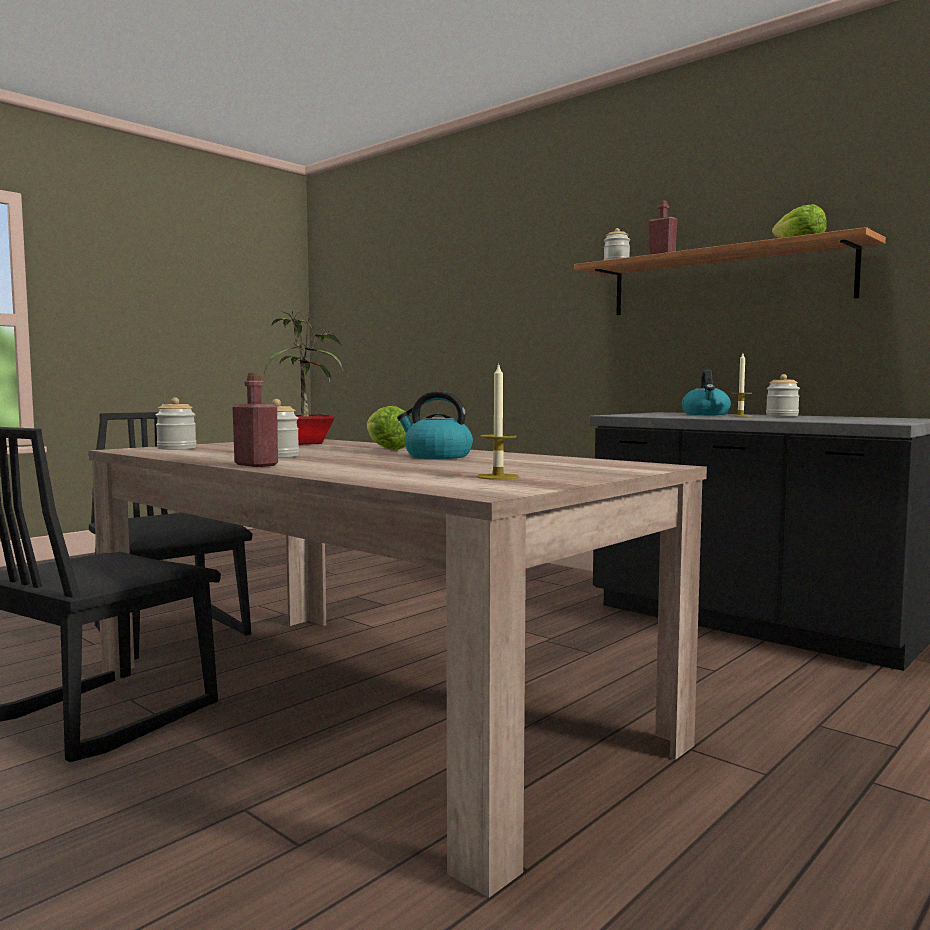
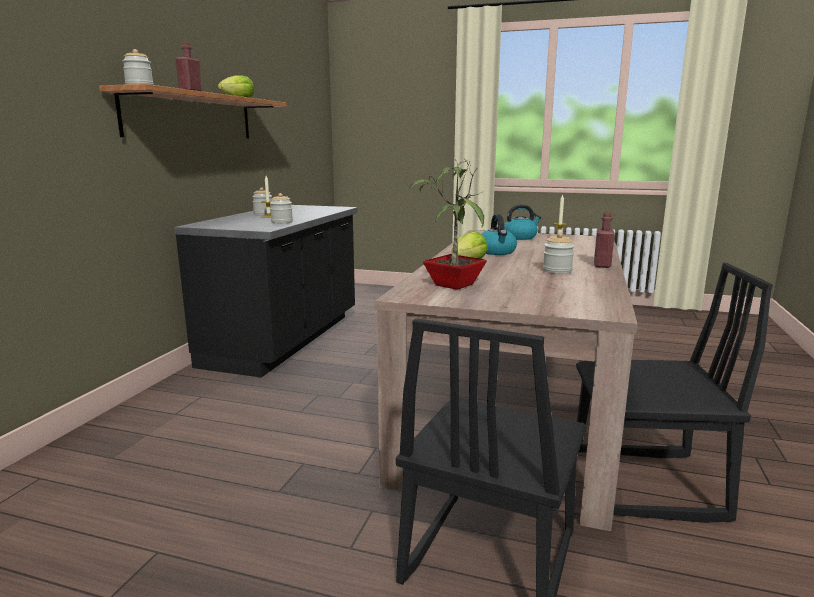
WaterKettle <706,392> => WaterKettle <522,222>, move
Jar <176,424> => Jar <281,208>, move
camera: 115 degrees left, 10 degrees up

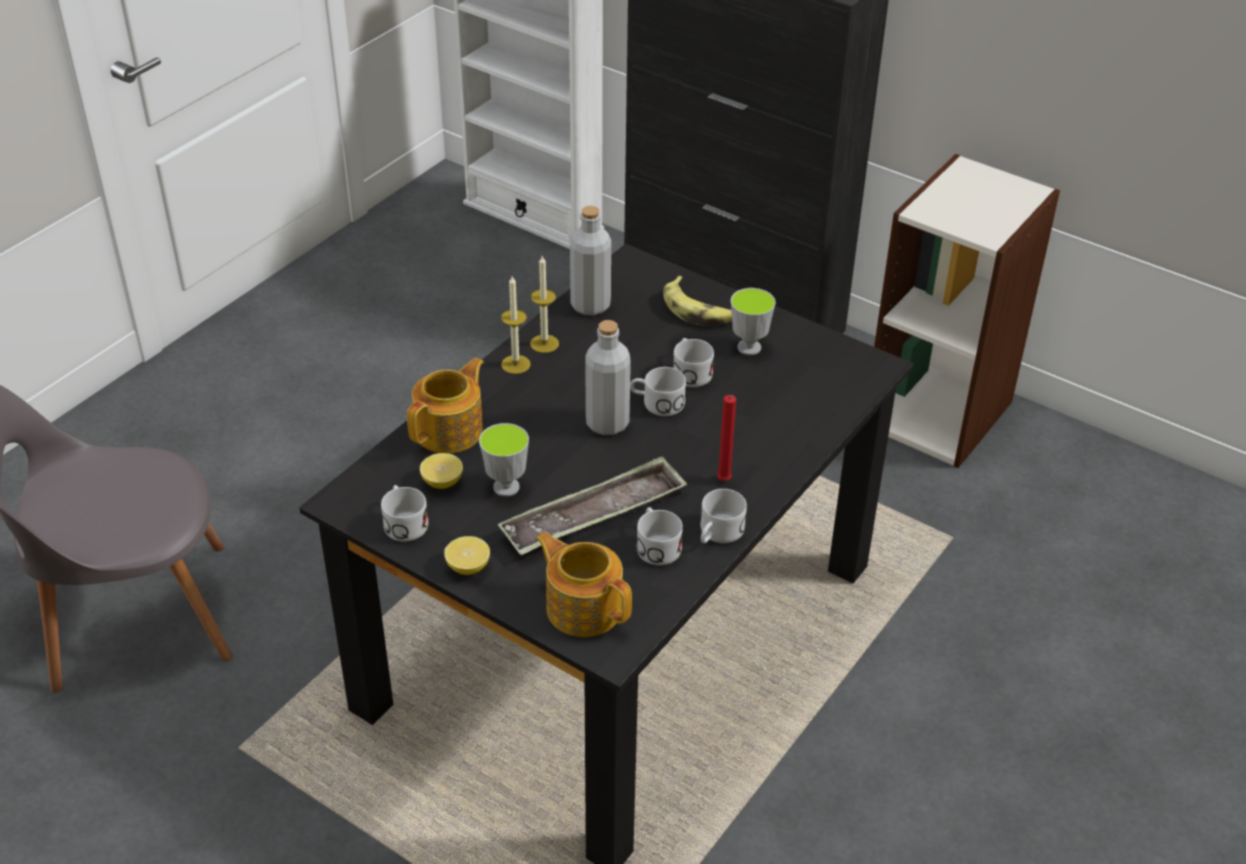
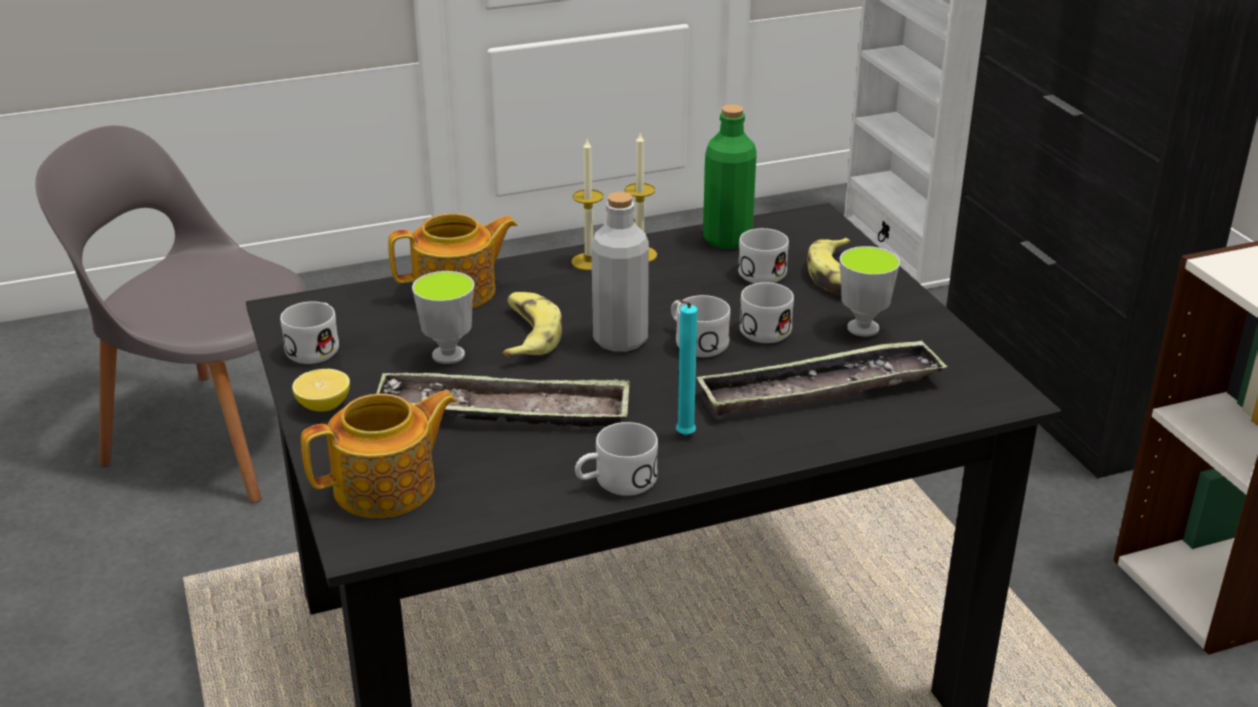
GrayBottle <590,261> => GreenBottle <730,176>
ReddishWaxCandle <726,438> => TurquoiseWaxCandle <687,367>
Lemon <441,471> => nothing
WhiteColouredMug <660,536> => WhiteColouredMug <763,255>, move
TeaPot <583,584> => TeaPot <379,454>, 75 degrees clockwise
nothing => Banana <532,325>
nothing => CarryingTray <822,377>
camera: 35 degrees right, 10 degrees down

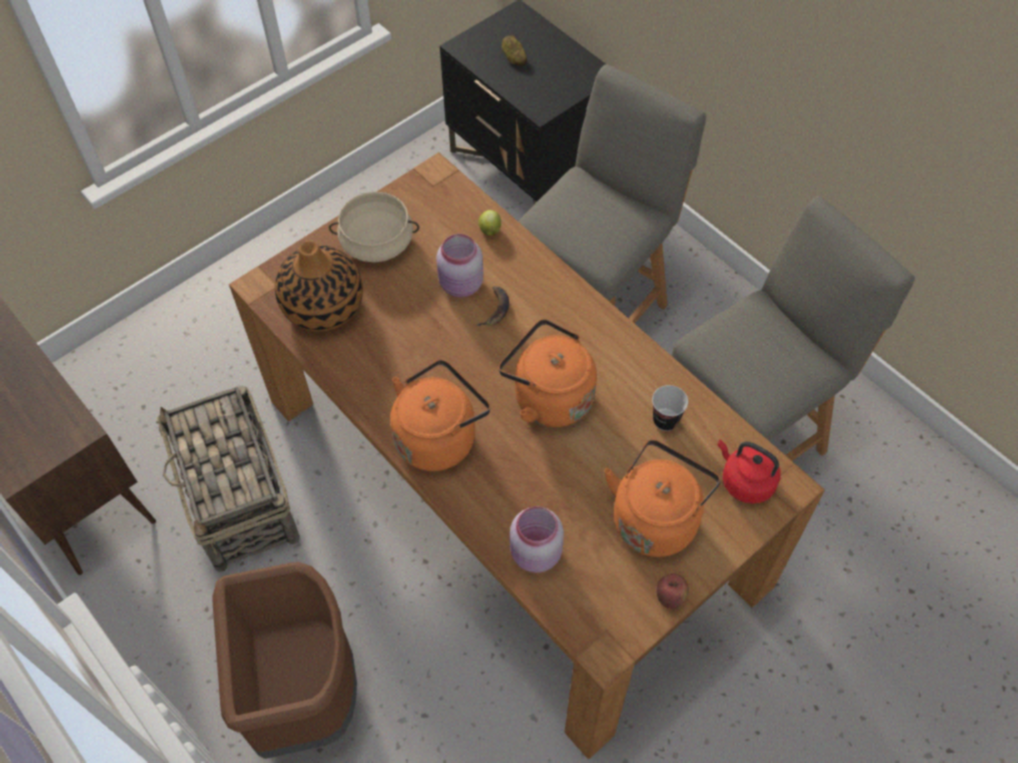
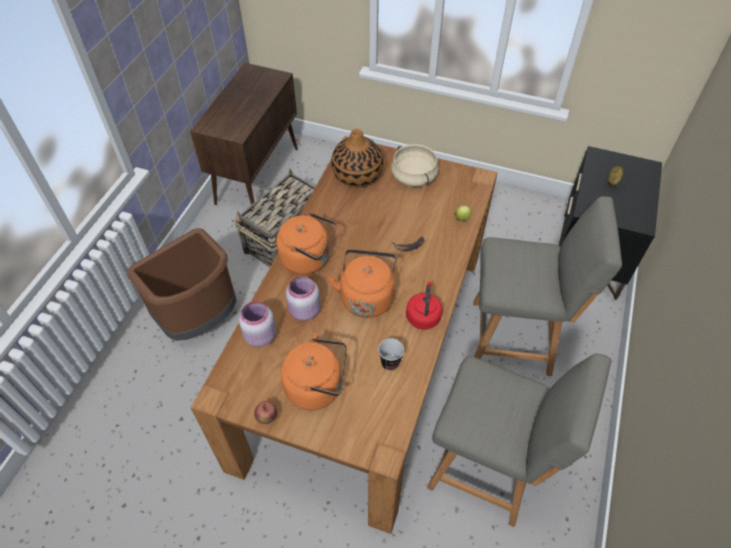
PinkishJar <459,265> => PinkishJar <303,298>, move
ReddishWaterKettle <749,472> => ReddishWaterKettle <424,306>, move
camera: 60 degrees right, 5 degrees down

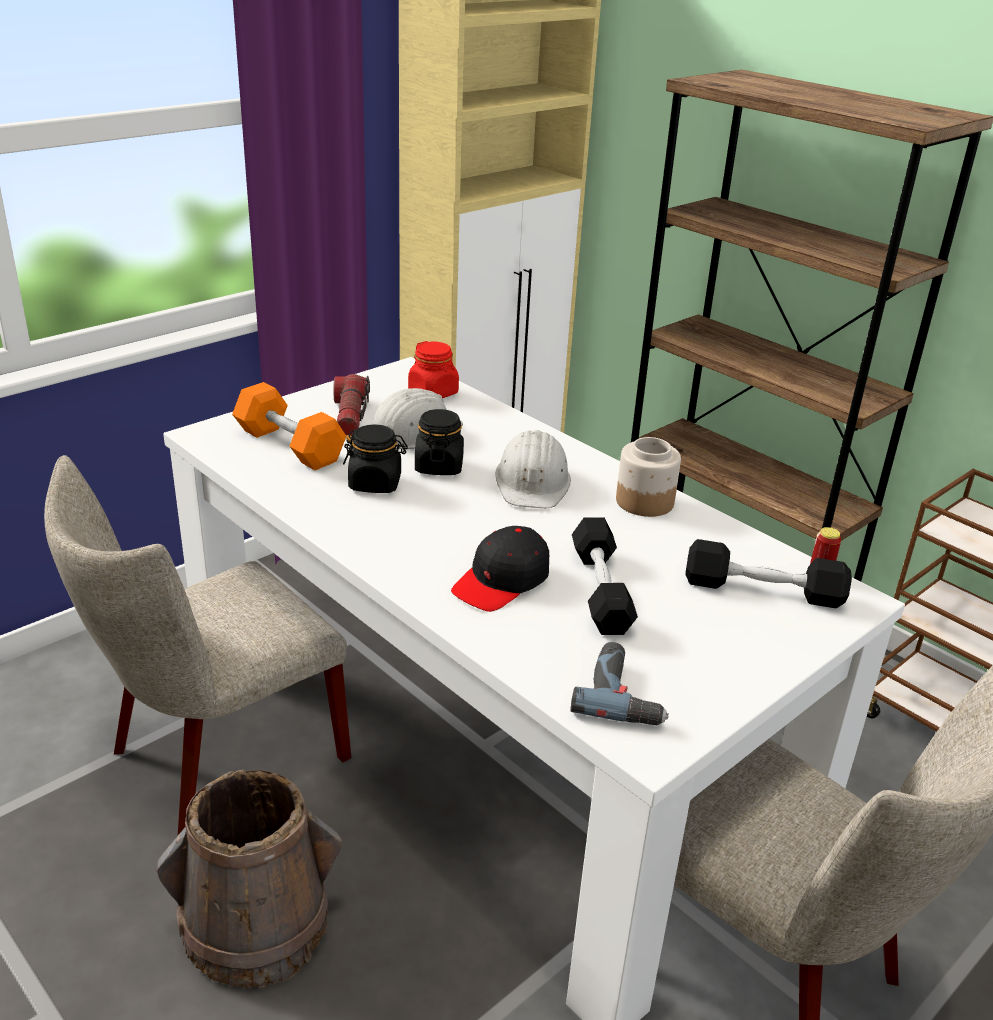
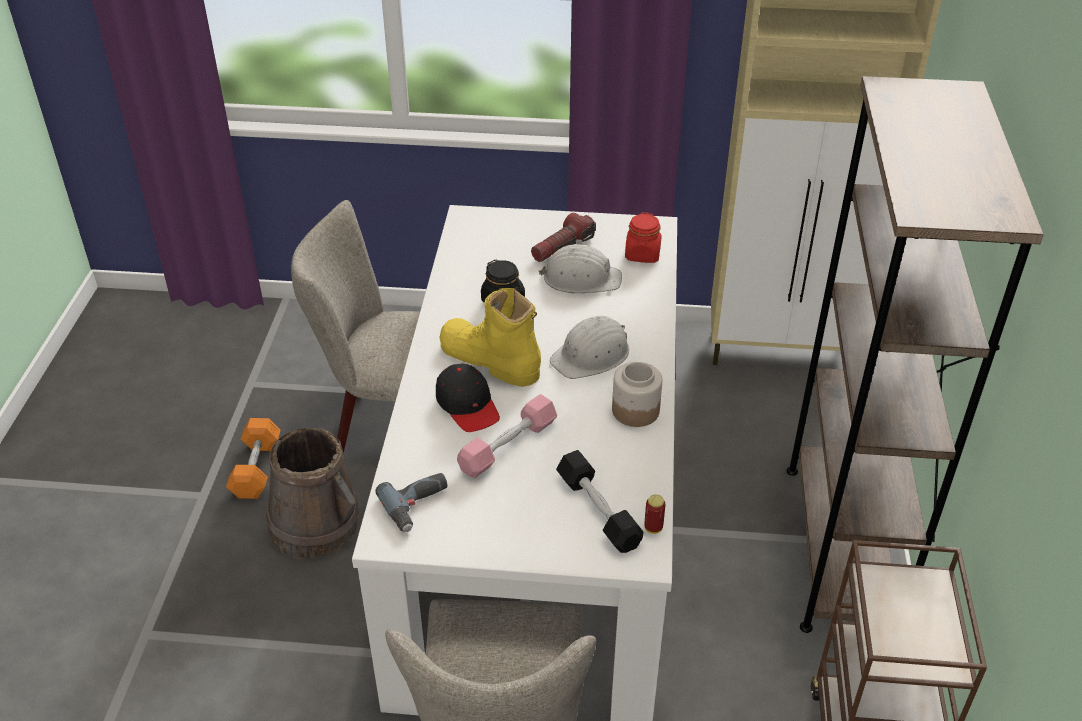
OrangeyFreeWeight <289,426> => OrangeyFreeWeight <253,458>, move
BlackishJar <439,442> => nothing
BlackishFreeWeight <605,576> => PinkishFreeWeight <507,436>
BlackishBaseballCap <500,569> => BlackishBaseballCap <468,397>, 120 degrees counterclockwise
nothing => YellowHighTopBoot <490,337>
camera: 50 degrees right, 10 degrees up

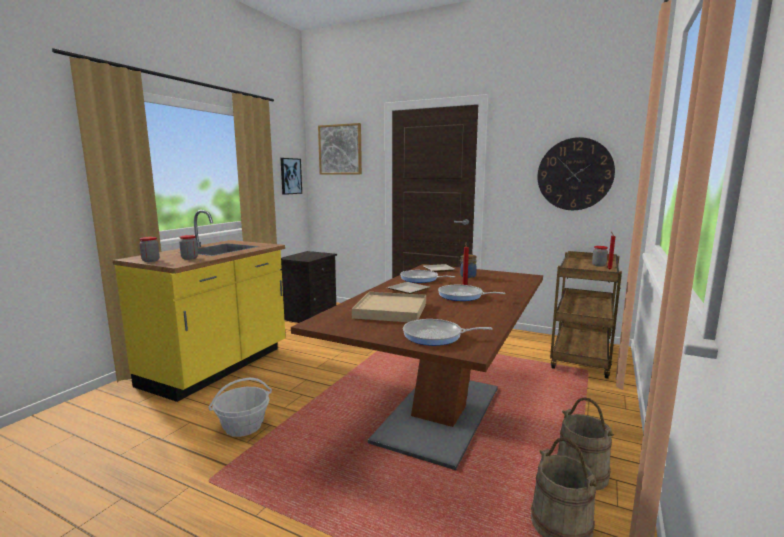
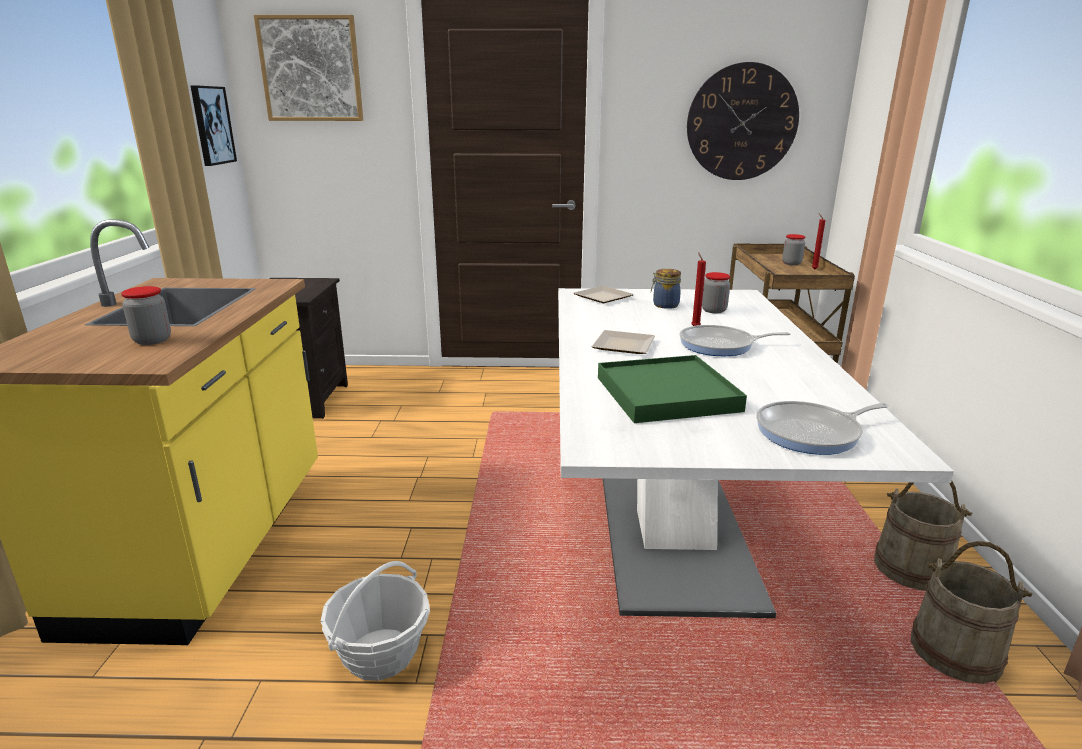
Jar <149,249> => Jar <716,292>, move
BrownKitchenTable <417,367> => WhiteColouredKitchenTable <756,453>
Pan <427,276> => nothing
SandColouredCarryingTray <389,307> => GreenCarryingTray <672,389>
camera: 25 degrees left, 10 degrees up

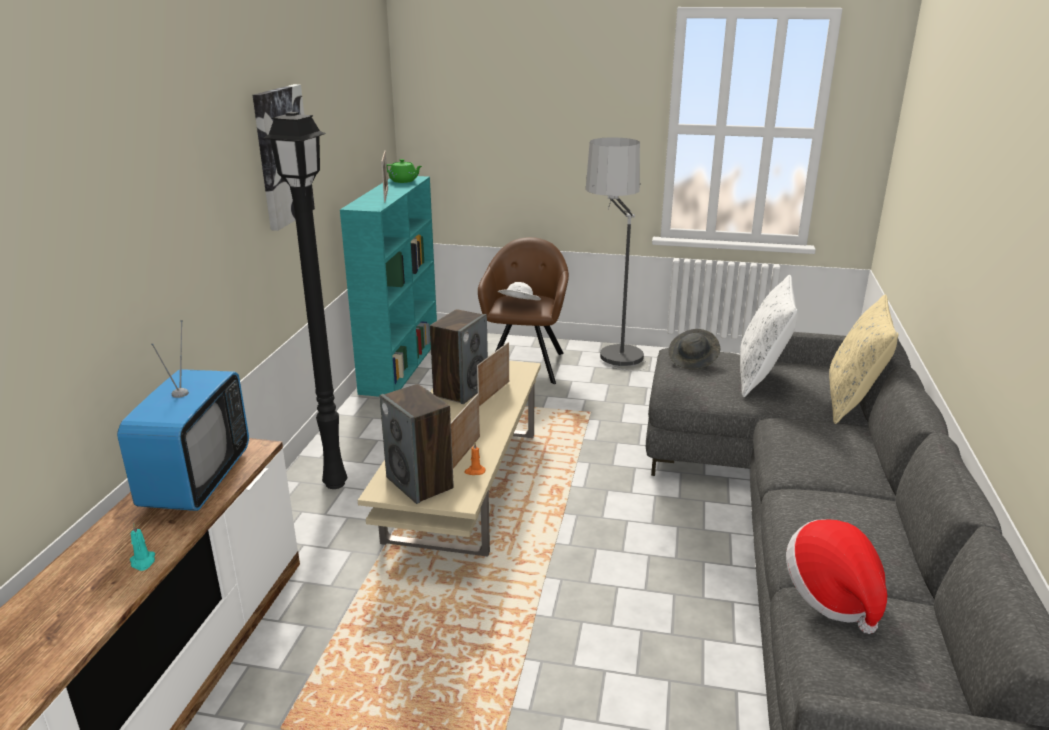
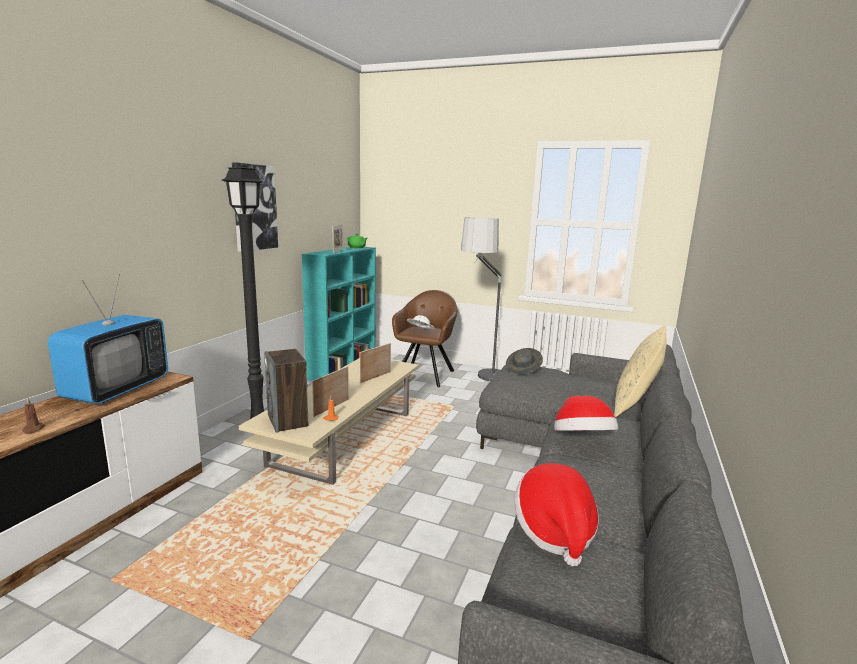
WhiteColouredCushion <768,336> => nothing
Speaker <459,356> => nothing
TurquoiseWaxCandle <142,547> => BrownWaxCandle <33,416>
nothing => ClothingHat <586,413>
camera: 10 degrees right, 10 degrees down

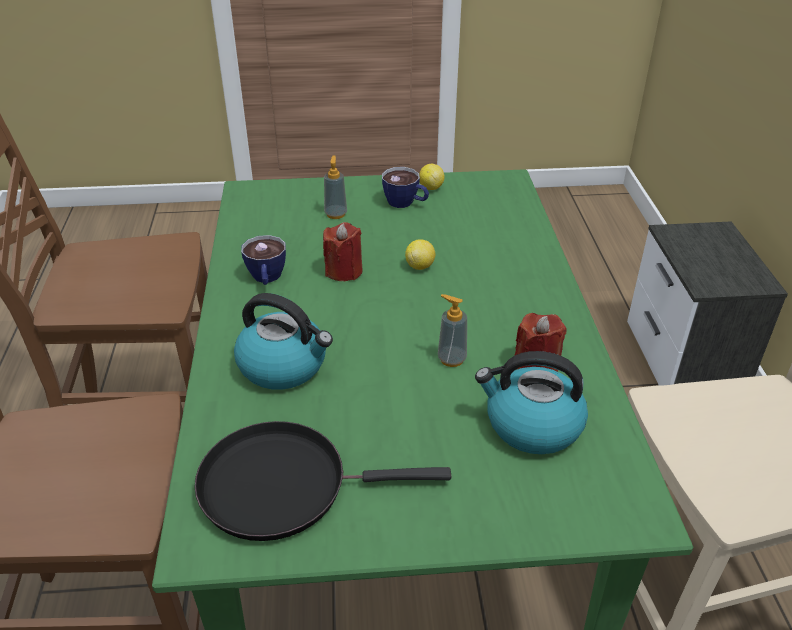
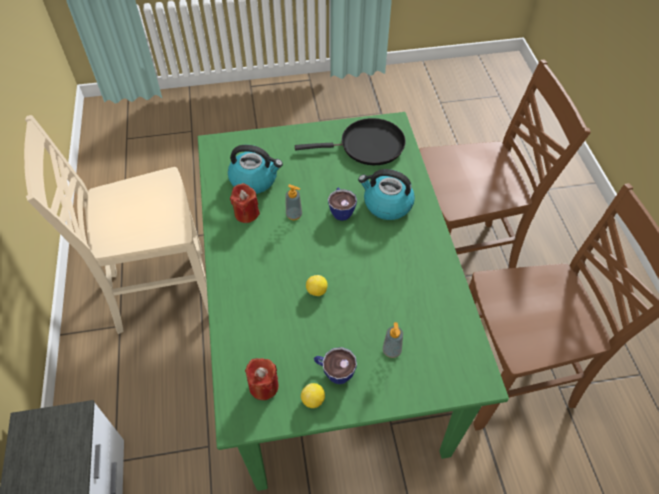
ReddishWaxCandle <342,251> => ReddishWaxCandle <262,379>, move
DrinkingCup <263,260> => DrinkingCup <342,204>, move
camera: 175 degrees right, 15 degrees up

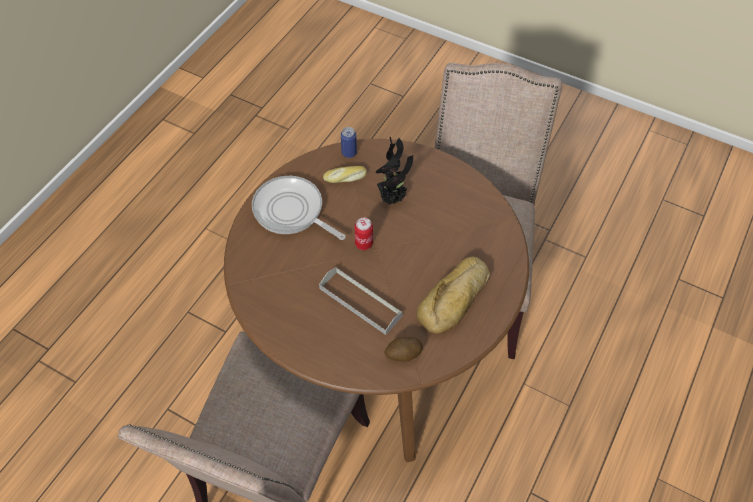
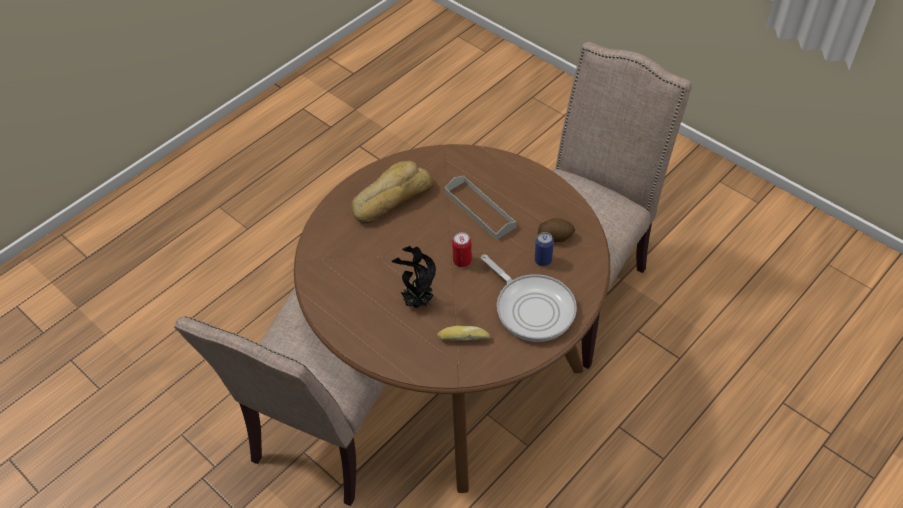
Can <349,142> => Can <544,249>, move
WholePotato <403,349> => WholePotato <556,230>, move
camera: 165 degrees left, 5 degrees down

